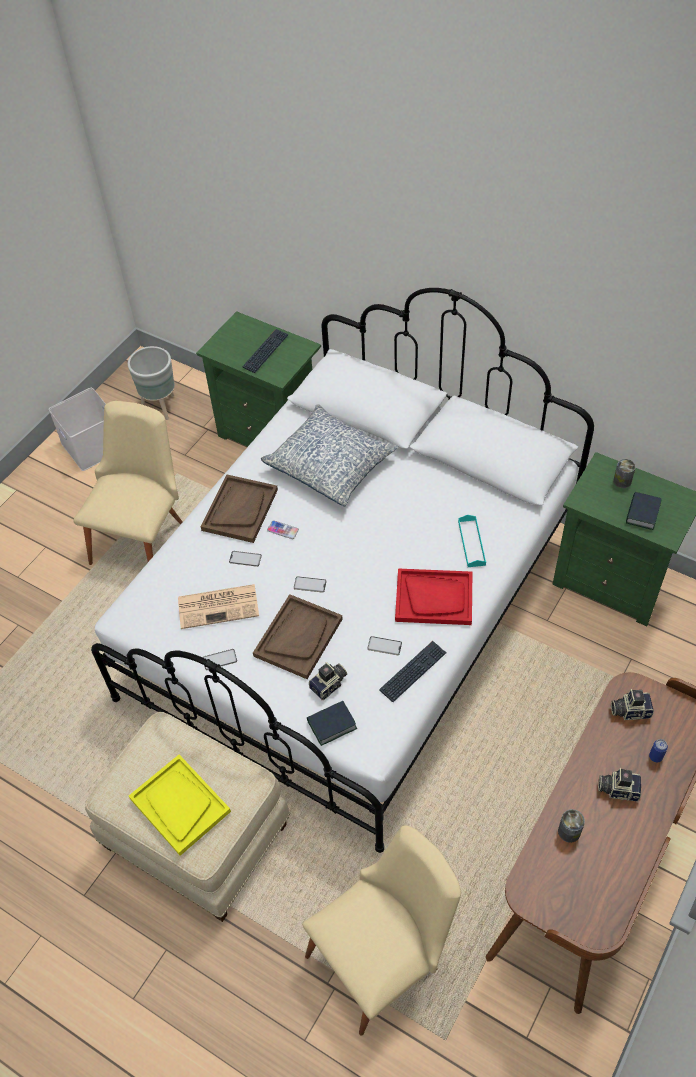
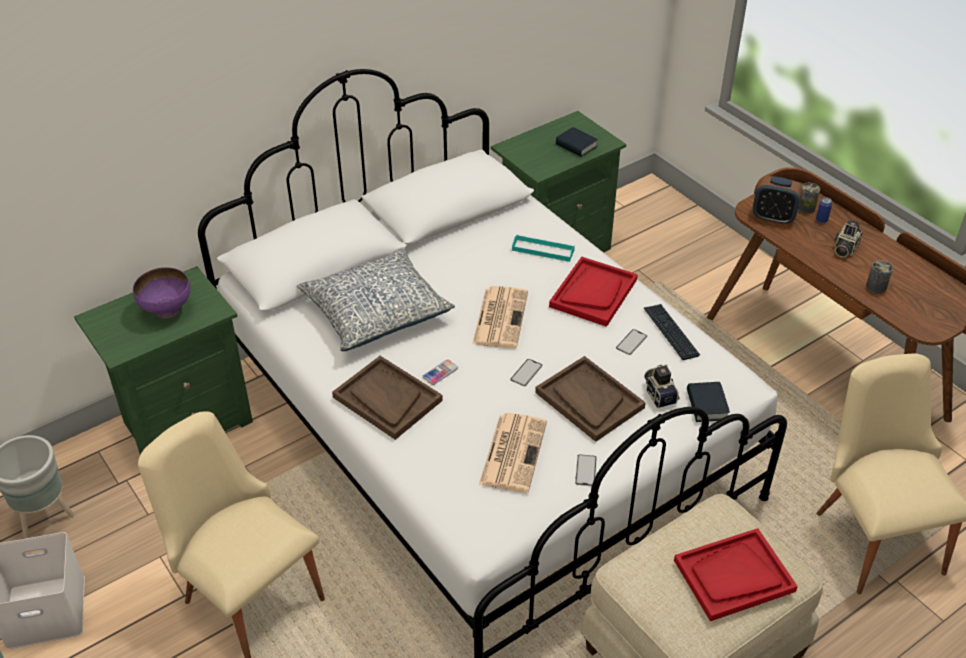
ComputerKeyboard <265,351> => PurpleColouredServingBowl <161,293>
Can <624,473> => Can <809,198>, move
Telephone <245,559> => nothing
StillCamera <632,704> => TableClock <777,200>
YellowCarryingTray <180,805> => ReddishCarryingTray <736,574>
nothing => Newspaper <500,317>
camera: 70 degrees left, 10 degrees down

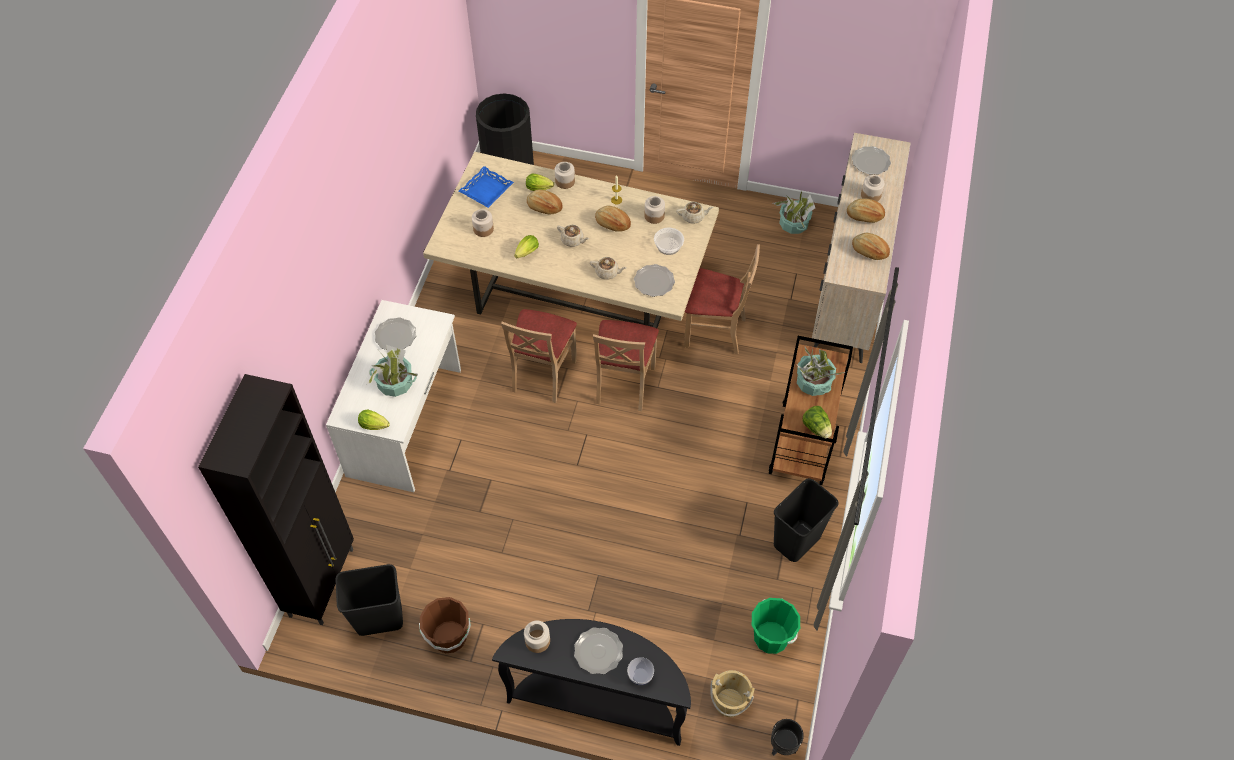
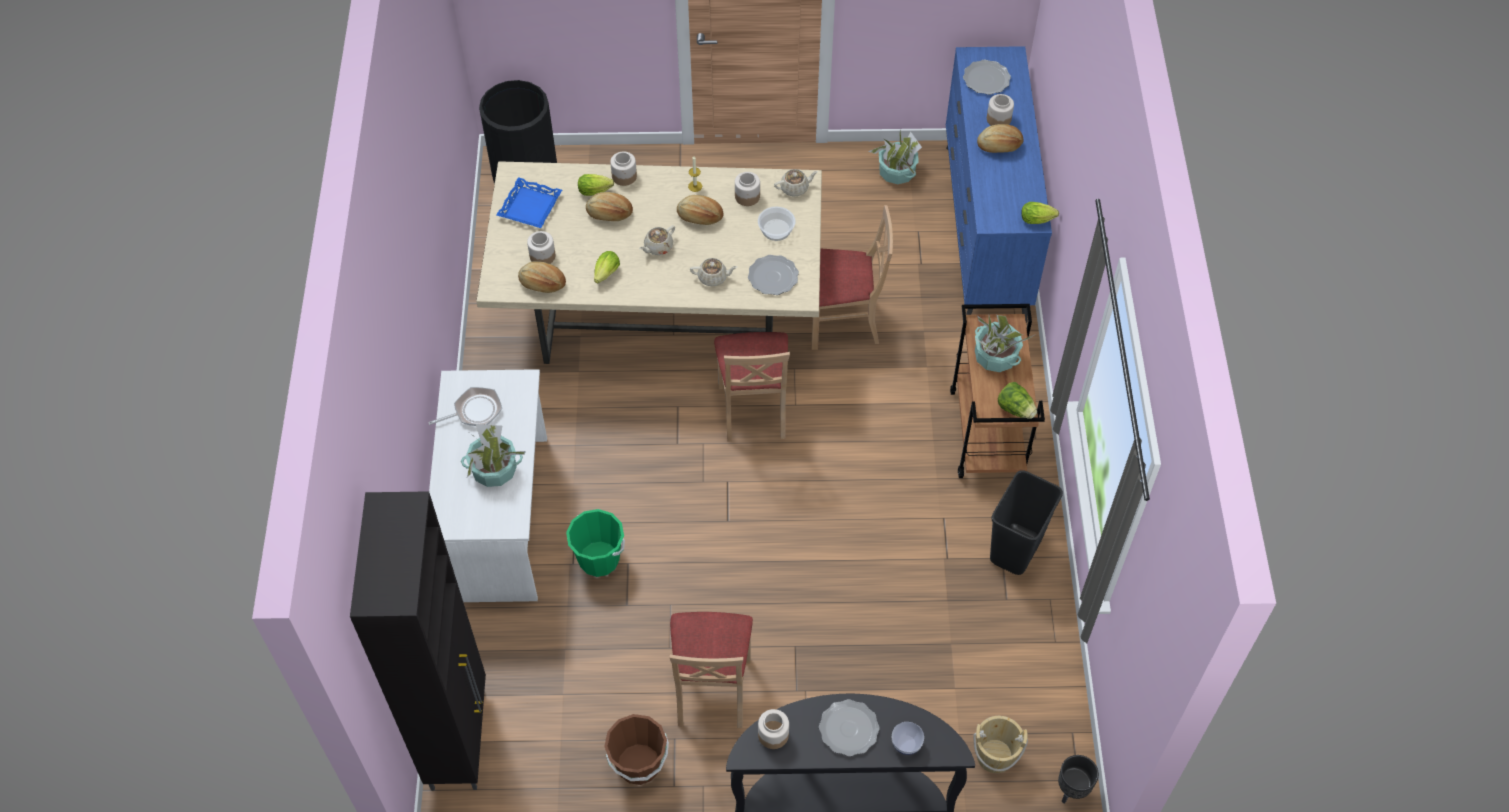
SandColouredDresser <861,248> => BluishDresser <999,184>
SandColouredTeaPot <573,236> => SandColouredTeaPot <657,240>, 120 degrees clockwise
BakeryBread <871,246> => BakeryBread <542,277>, move
SandColouredChair <539,356> => SandColouredChair <711,670>, move
FlatDish <395,333> => Pan <465,406>
HeadOfLettuce <374,420> => HeadOfLettuce <1040,213>, move
BlackishWasteBin <369,600> => nothing
GreenPail <776,626> => GreenPail <595,543>, move
camera: 15 degrees left, 0 degrees up

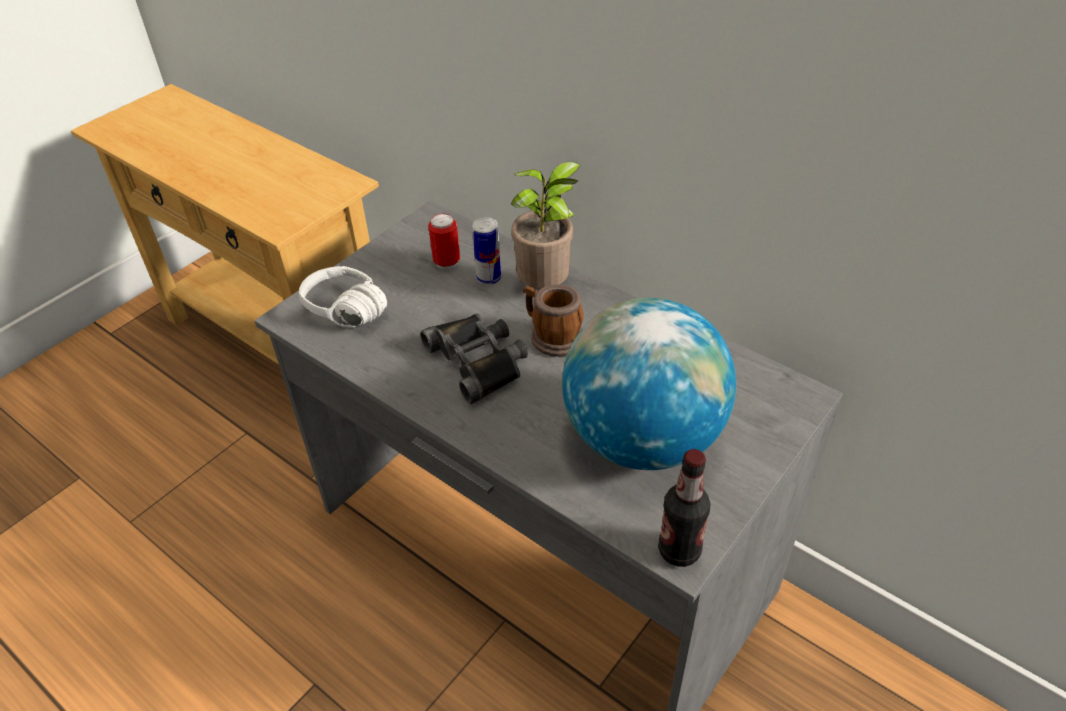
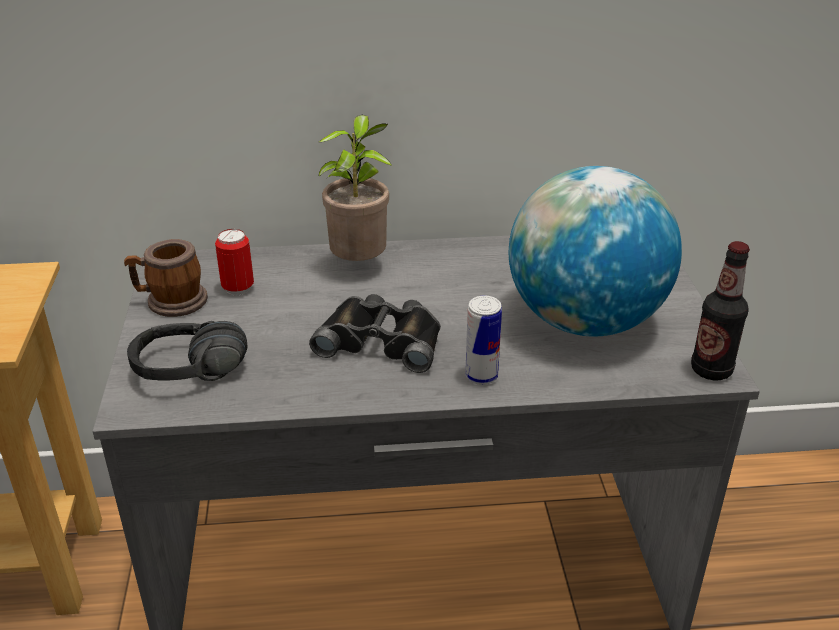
Can <486,251> => Can <483,340>, move
WhiteColouredHeadset <343,296> => BlackishHeadset <187,351>
Mug <553,320> => Mug <166,278>, move
camera: 45 degrees left, 10 degrees down

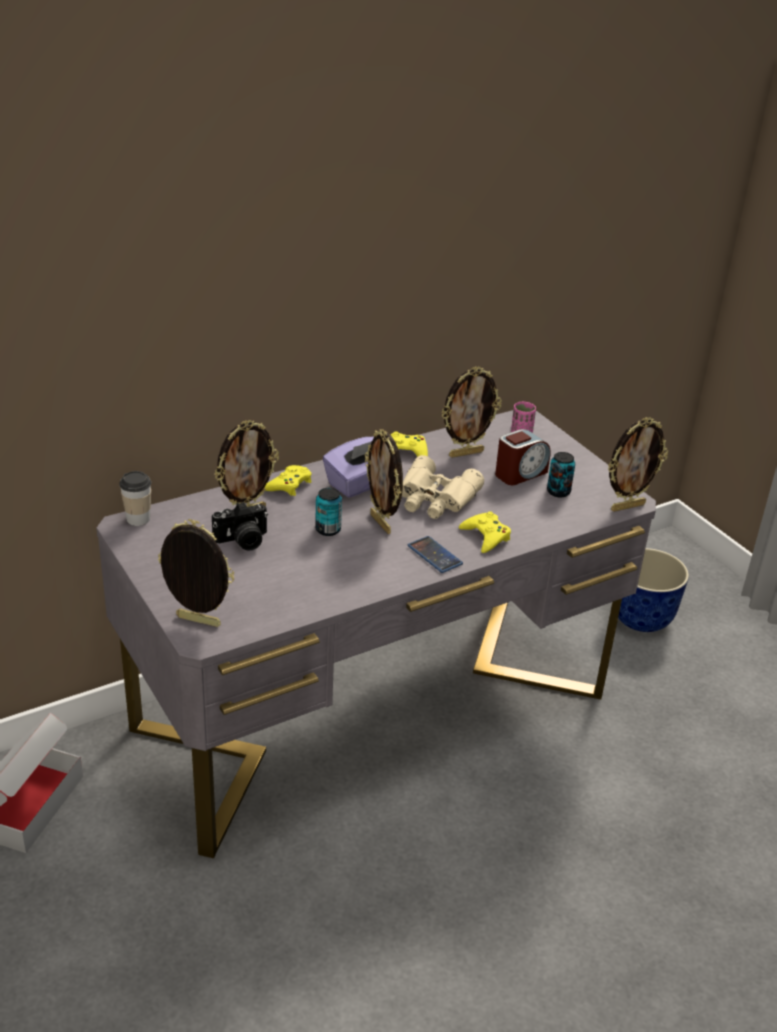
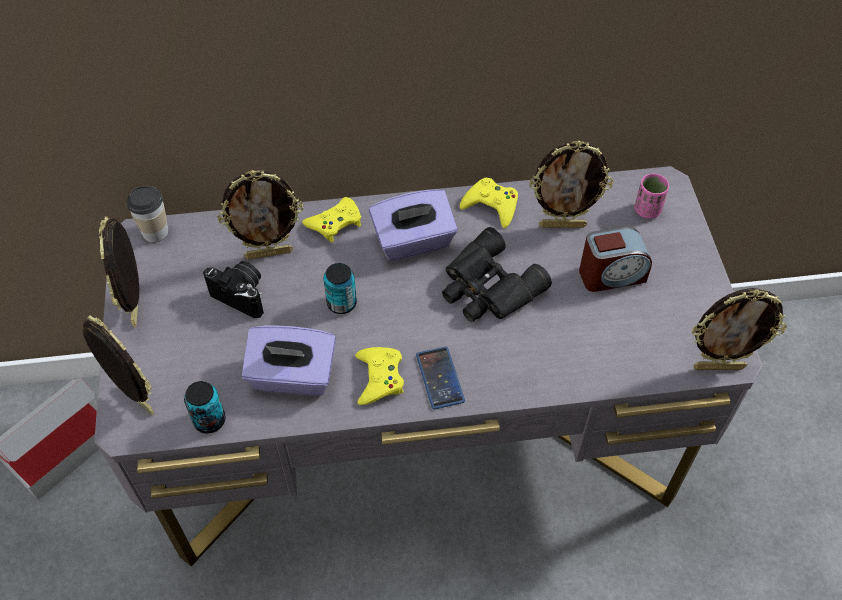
StandingFrame <384,481> => StandingFrame <119,272>, move
Can <561,474> => Can <205,407>, move
SandColouredBinoculars <443,487> => BlackishBinoculars <497,274>
StillCamera <240,526> => StillCamera <233,289>, 150 degrees counterclockwise
YellowGameController <485,532> => YellowGameController <379,376>, move
FlowerPot <653,590> => nothing
nothing => PurpleColouredTissueHolder <289,360>
camera: 25 degrees right, 20 degrees up

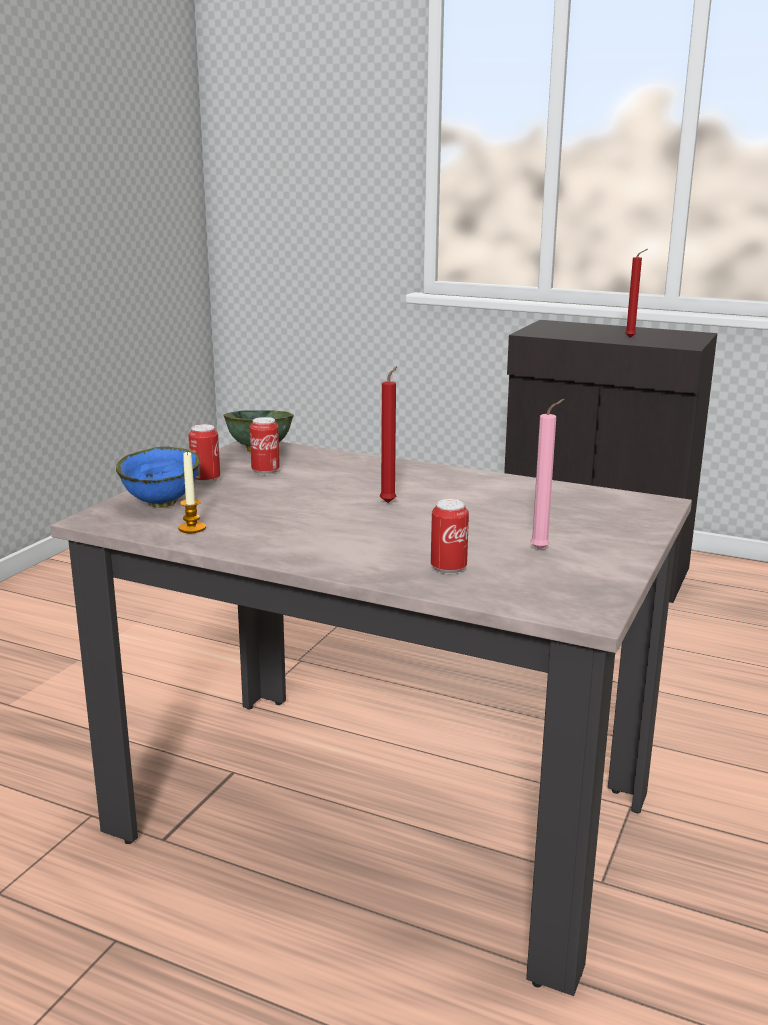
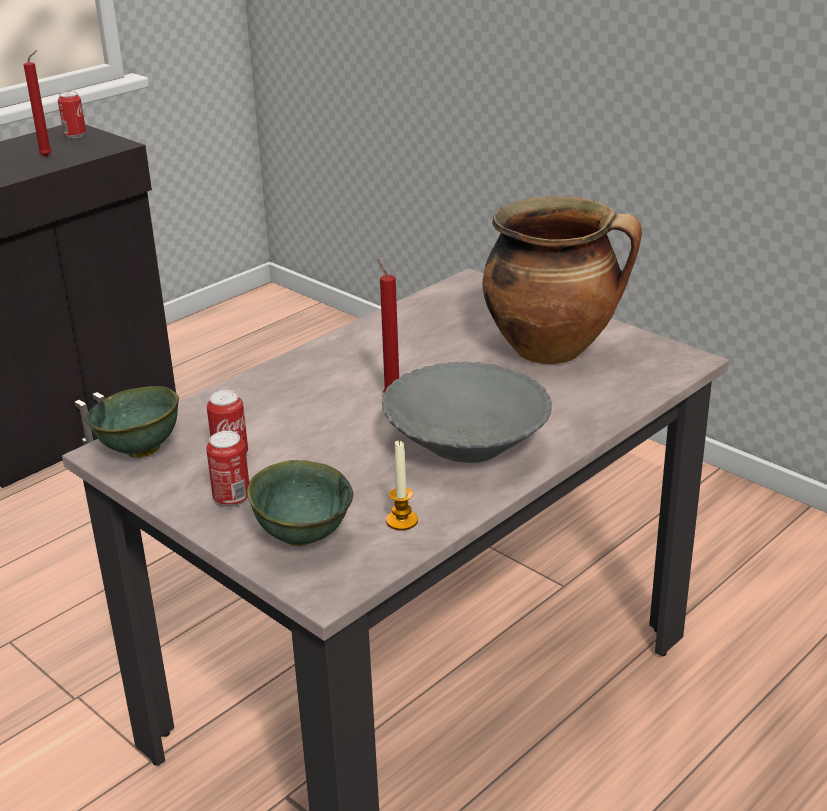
PinkishWaxCandle <547,474> => Stockpot <562,280>
BluishServingBowl <158,477> => GreenServingBowl <300,503>
Can <450,536> => Can <72,114>, move
nothing => GrayServingBowl <467,412>
camera: 70 degrees left, 10 degrees up

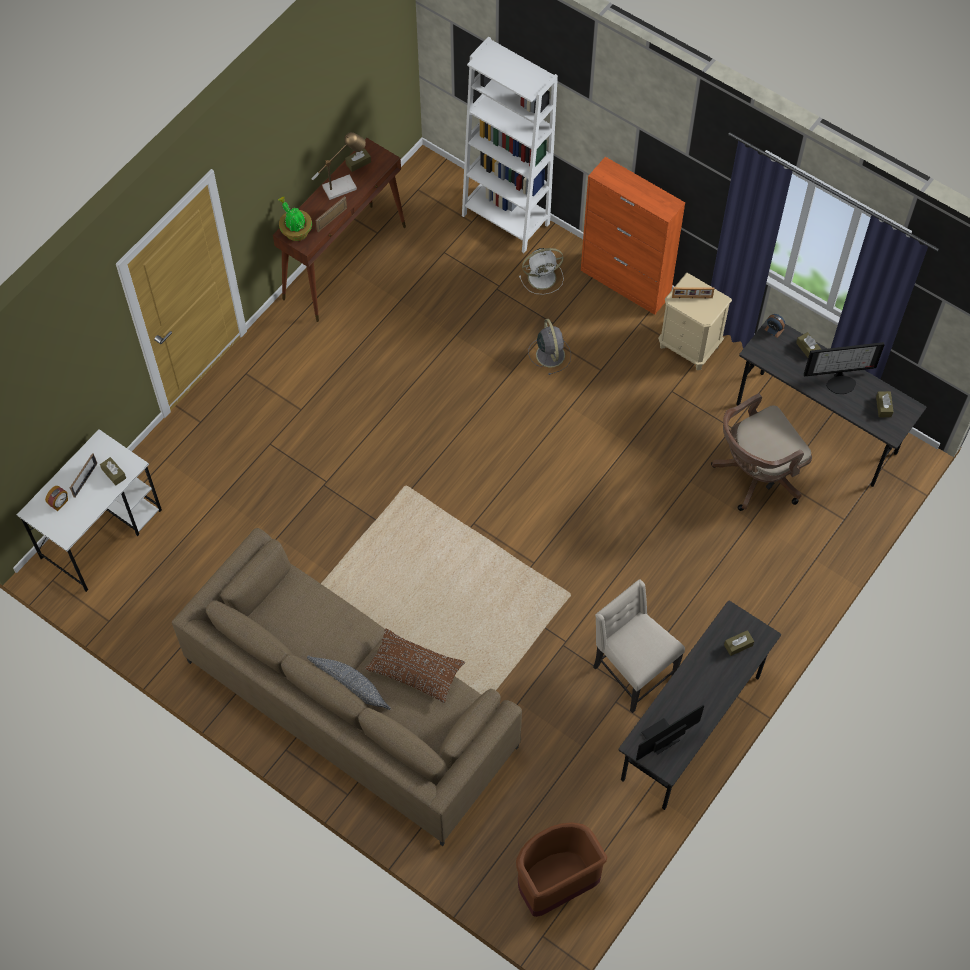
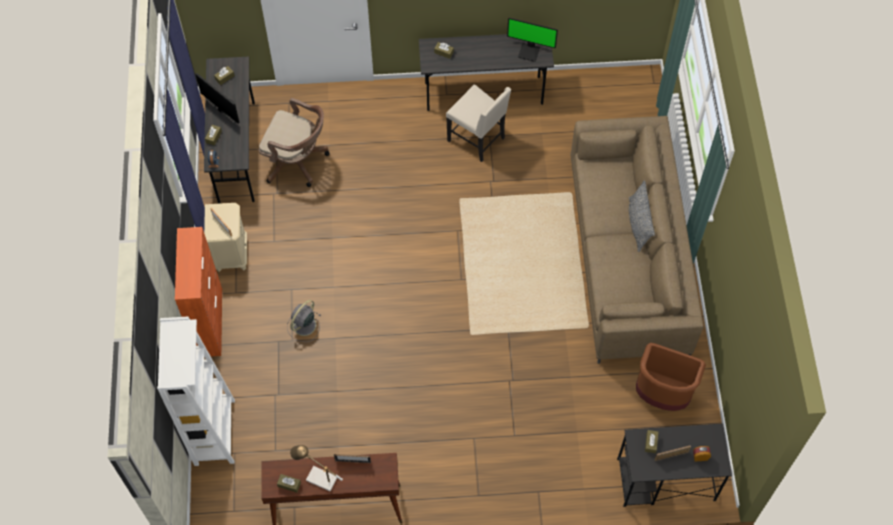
PottedPlant <295,219> => nothing
WhiteColouredFan <541,271> => nothing
WhiteColouredDeskTable <89,510> => BlackishDeskTable <674,465>
SandColouredChair <639,646> => SandColouredChair <478,123>, 60 degrees counterclockwise
BrownCushion <415,666> => nothing
BrownWasteBin <561,869> => BrownWasteBin <671,377>, move
camera: 130 degrees left, 0 degrees up

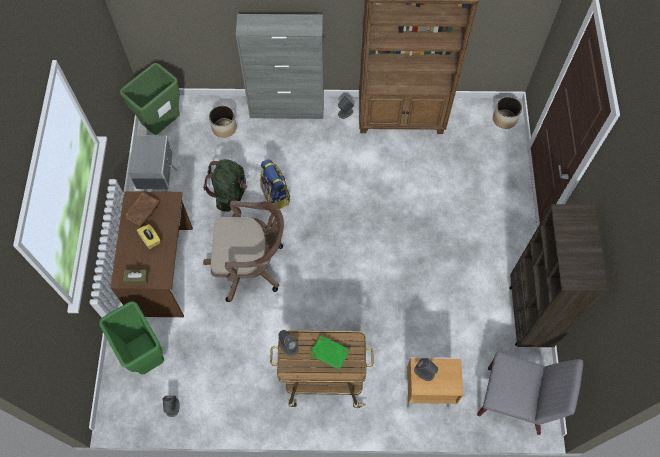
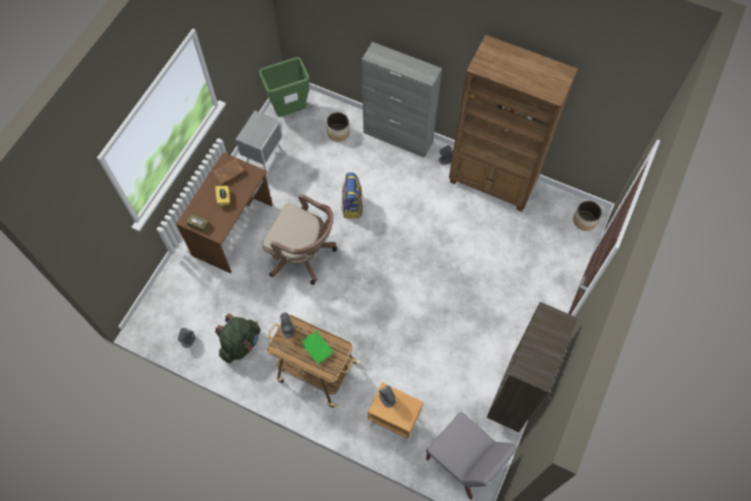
GreenKnapsack <225,185> => GreenKnapsack <238,338>, move
GreenWasteBin <131,338> => nothing
camera: 25 degrees right, 0 degrees up

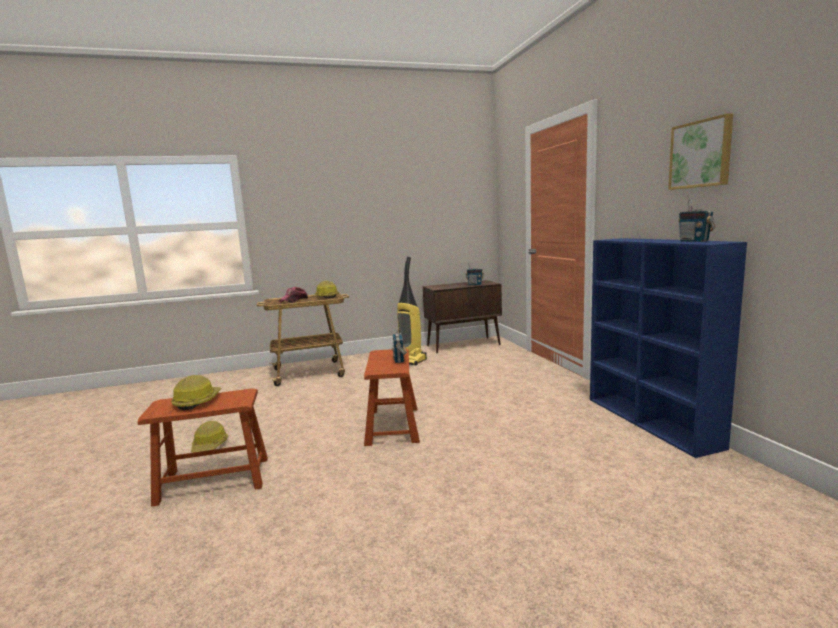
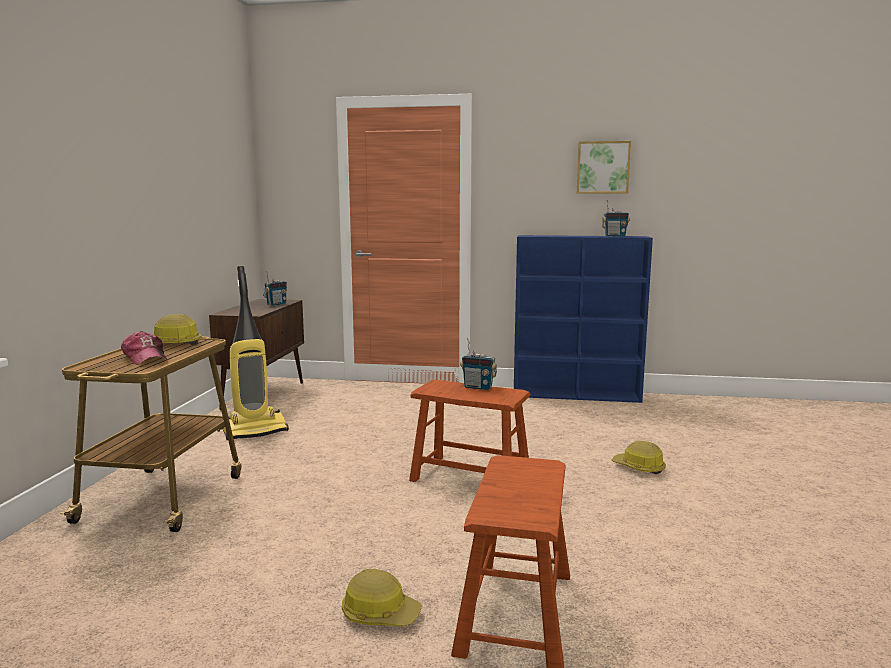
HardHat <196,392> => HardHat <639,457>, move
camera: 65 degrees left, 0 degrees up

